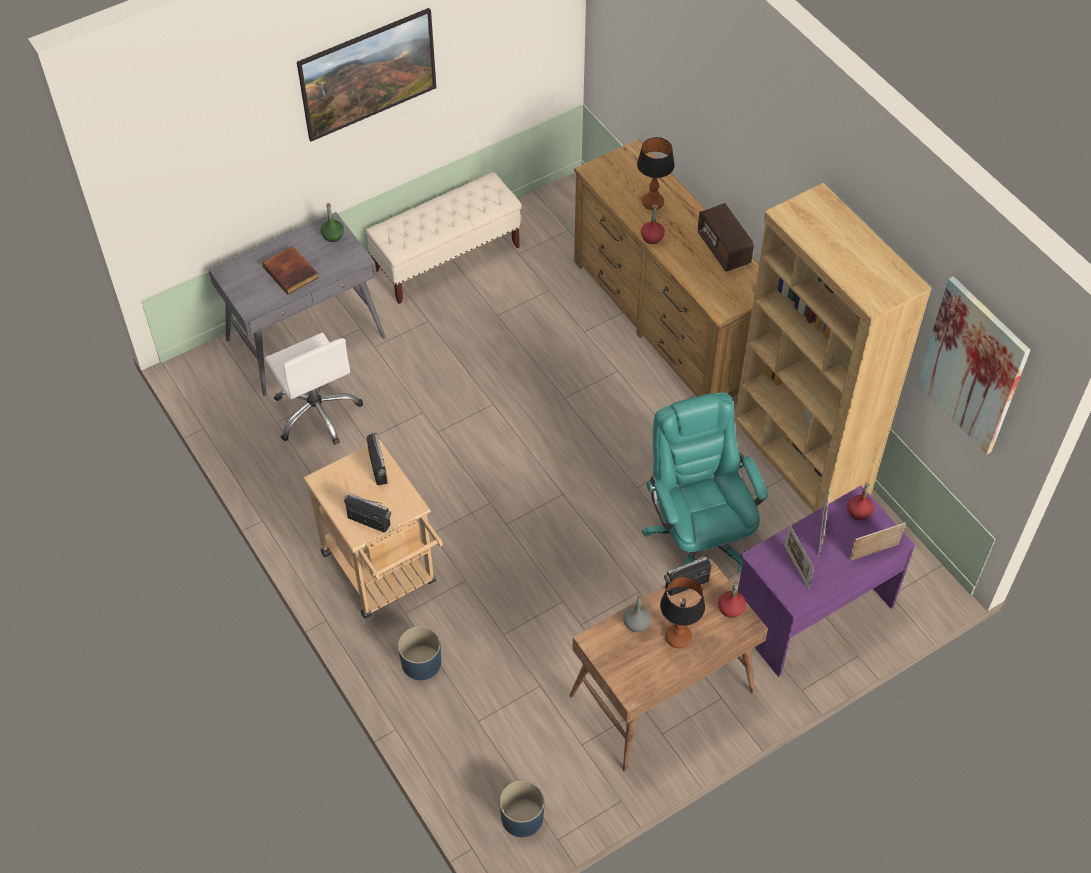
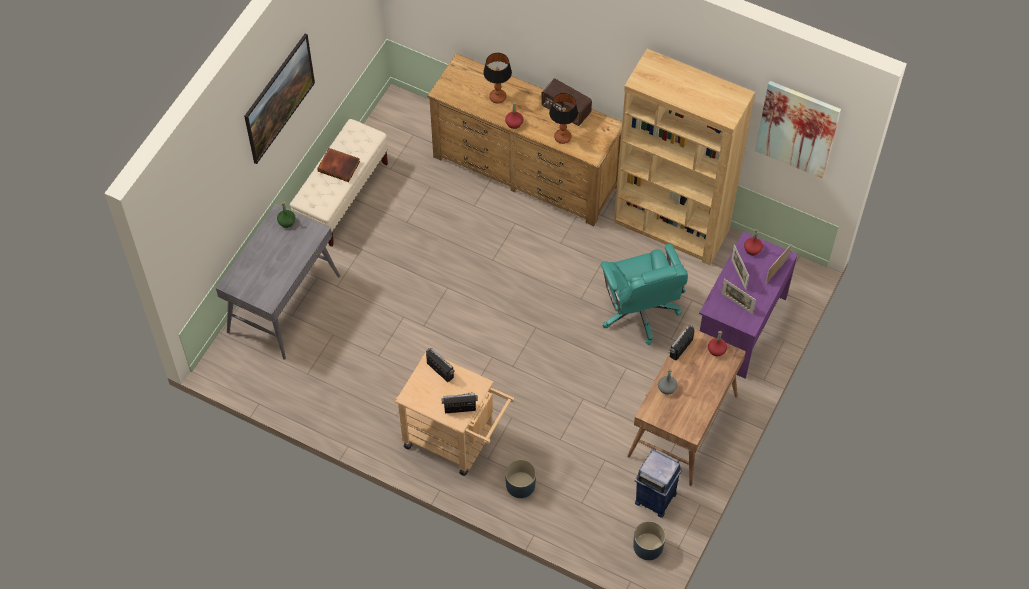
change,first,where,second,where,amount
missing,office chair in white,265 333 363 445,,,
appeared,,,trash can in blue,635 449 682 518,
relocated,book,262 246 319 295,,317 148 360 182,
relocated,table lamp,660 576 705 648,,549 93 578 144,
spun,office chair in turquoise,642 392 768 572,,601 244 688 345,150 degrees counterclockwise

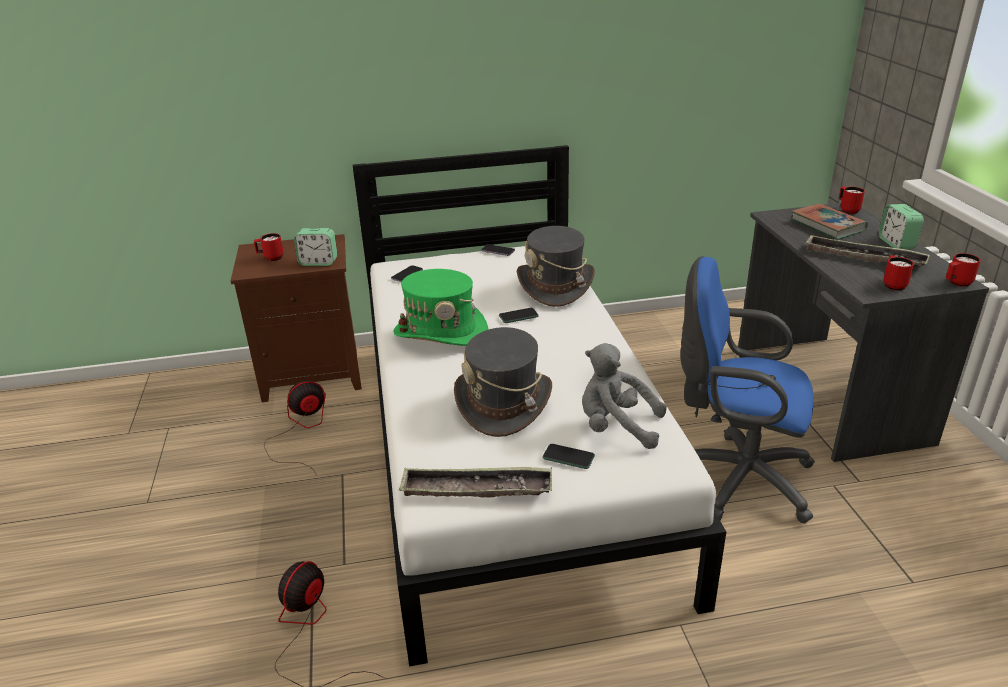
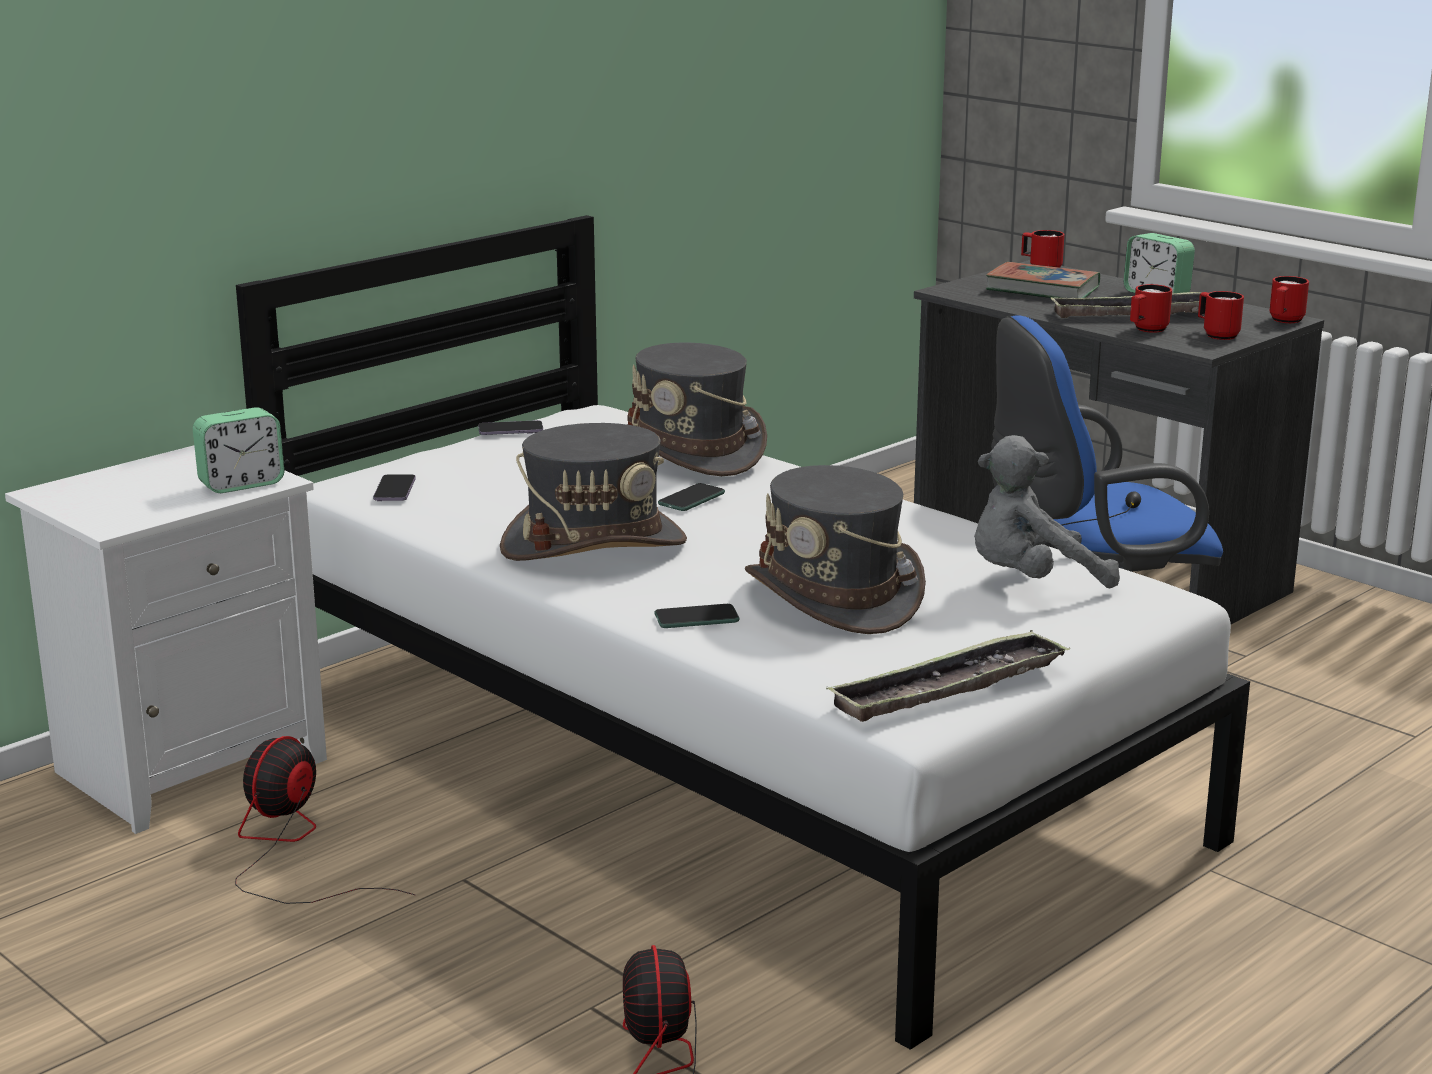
change,first,where,second,where,amount
relocated,mug in red,254 233 284 261,,1130 284 1172 333,
relocated,phone,543 444 595 469,,654 604 740 628,
colour,nightstand in brown,230 234 362 402,nightstand in white,5 445 327 834,
colour,hat in green,393 269 488 346,hat in grey,500 423 687 561,

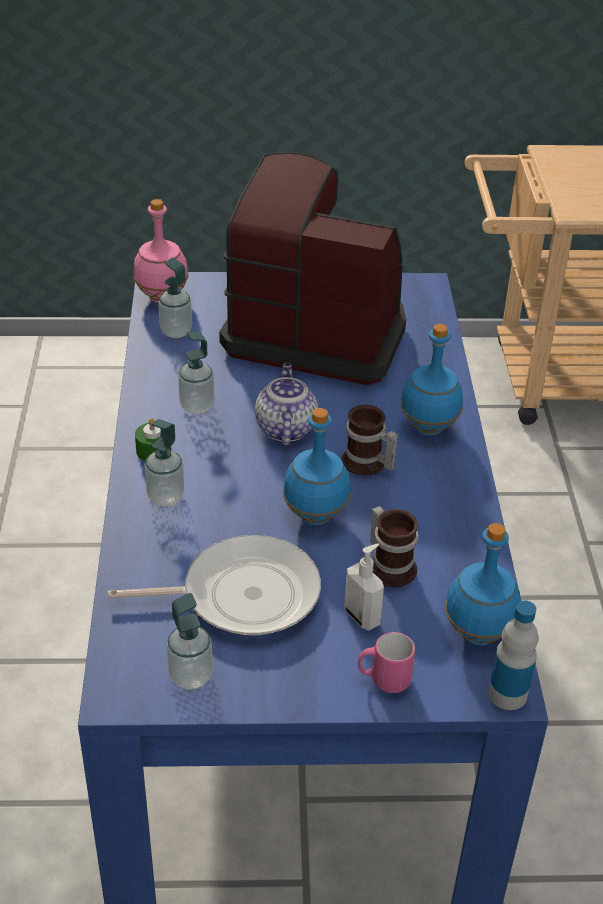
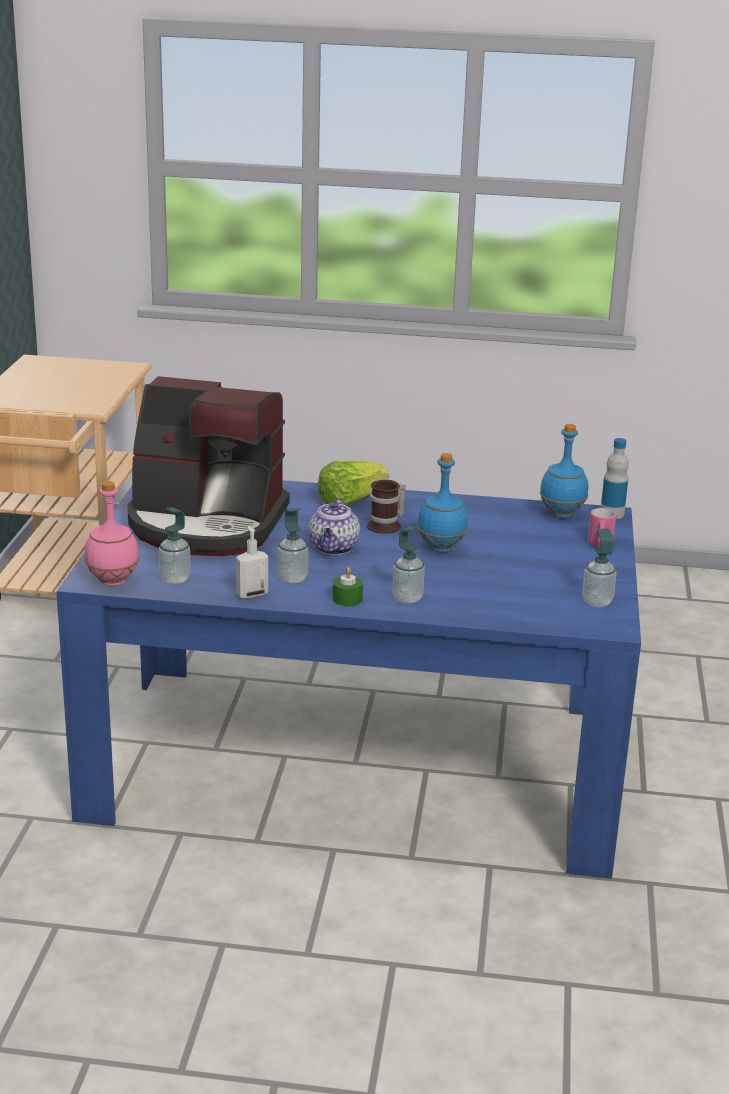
change,first,where,second,where,amount
missing,frying pan,108 535 321 635,,,
missing,mug,370 506 419 587,,,
relocated,soap dispenser,344 544 384 631,,236 526 268 599,
exchanged,bottle in blue,400 324 463 436,lettuce,318 460 389 506,
spun,coffee machine,219 152 406 385,,127 376 290 556,105 degrees counterclockwise
spun,teapot,255 363 318 445,,308 498 360 555,90 degrees counterclockwise

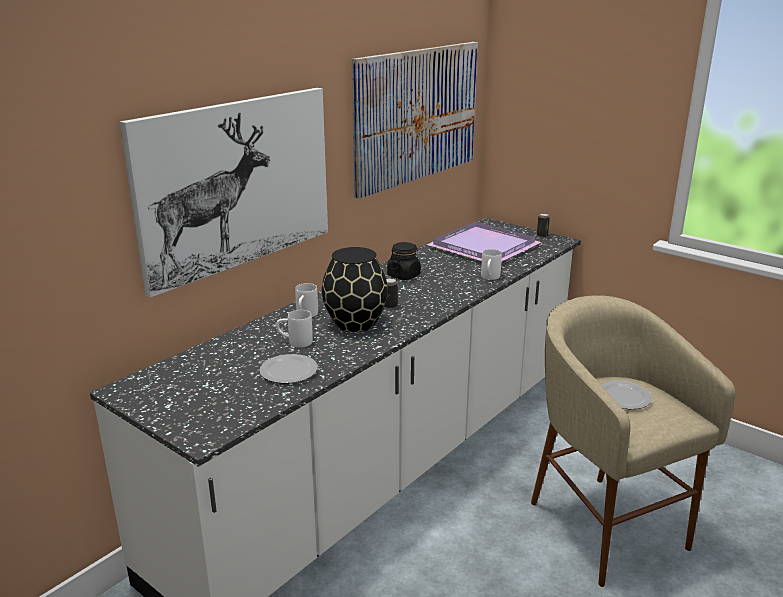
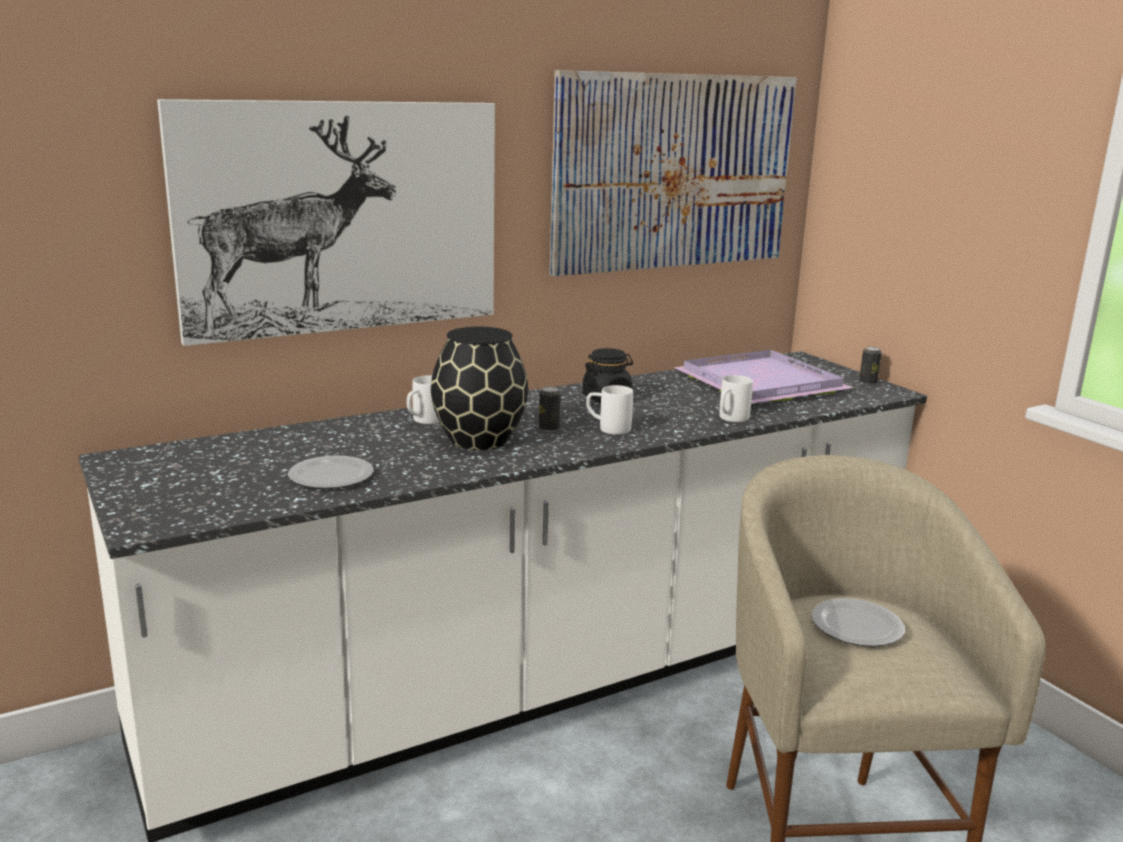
change,first,where,second,where,amount
relocated,mug in white,276 310 313 348,,586 385 633 435,

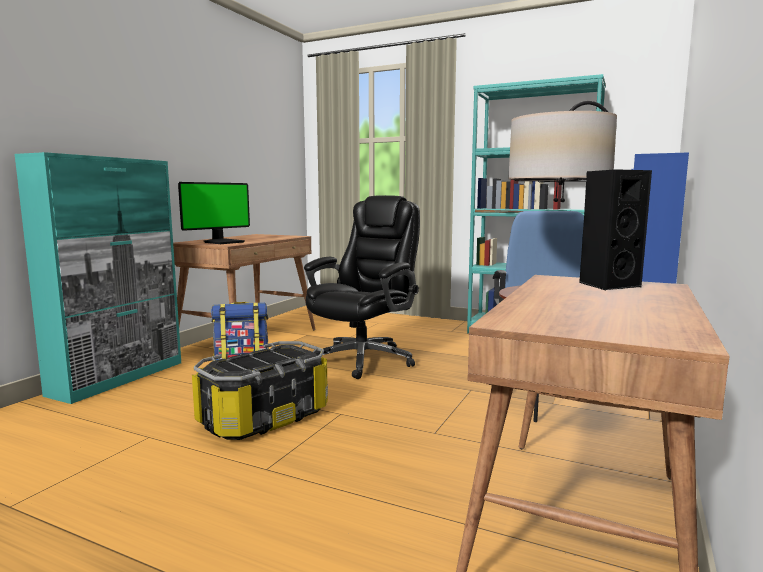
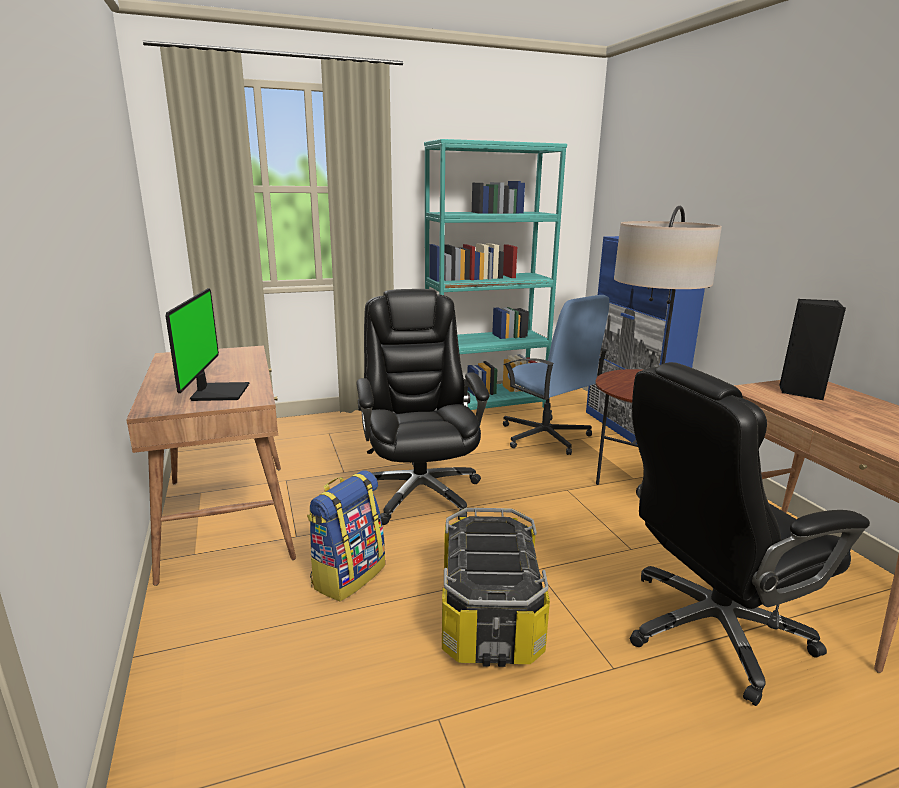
change,first,where,second,where,amount
missing,cabinet in turquoise,14 152 181 404,,,
appeared,,,office chair in black,630 362 870 706,

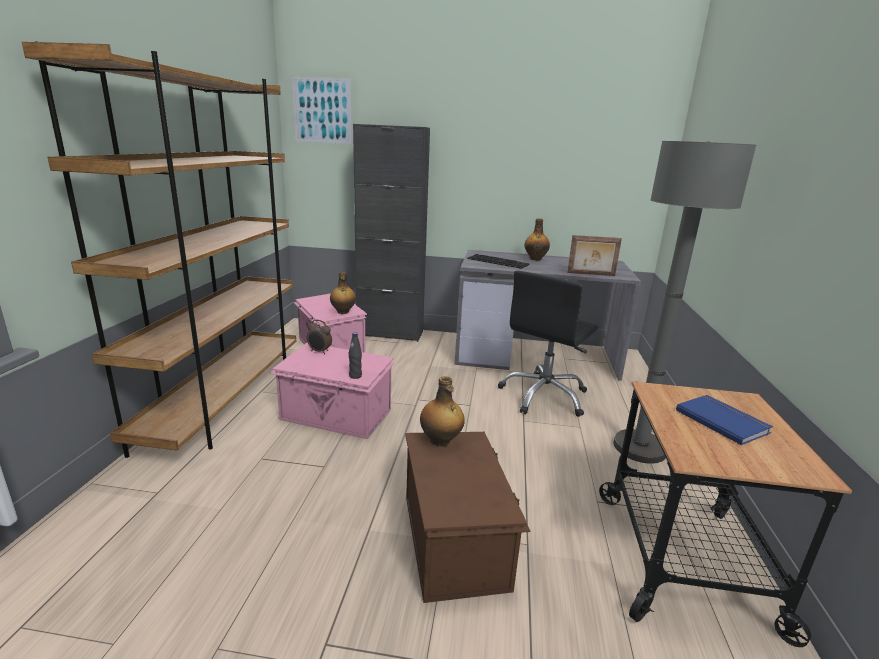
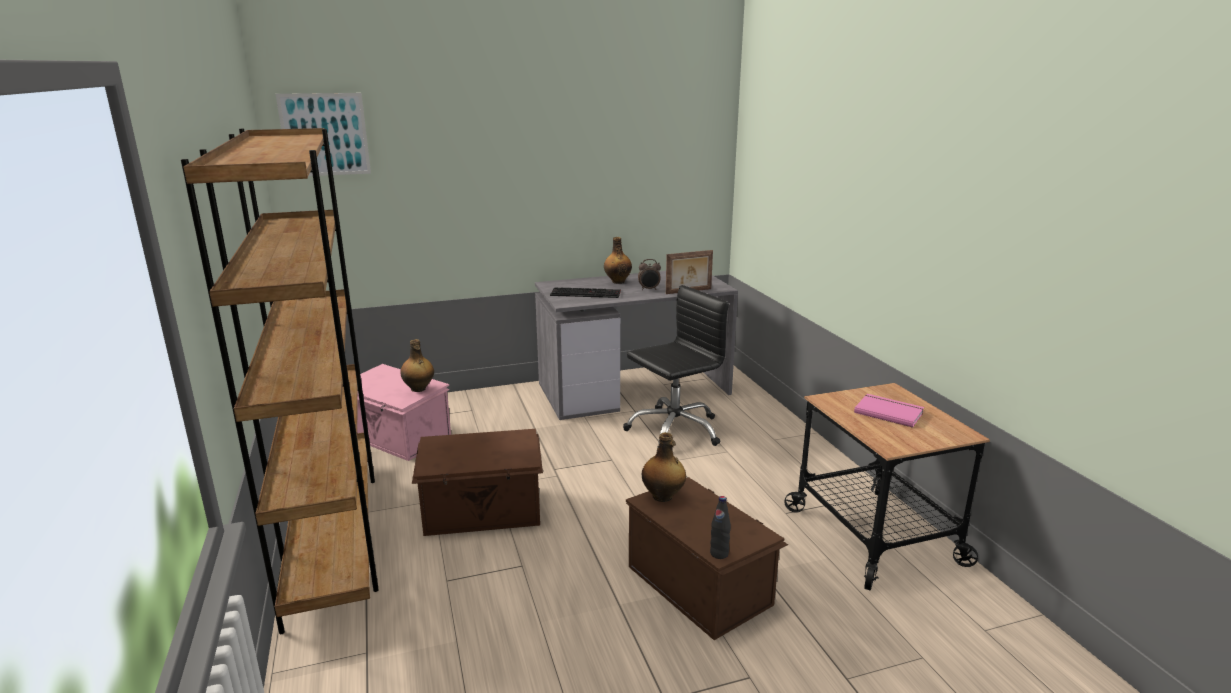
change,first,where,second,where,amount
missing,cabinet in black,353 124 430 342,,,
missing,floor lamp in grey,613 141 756 464,,,
relocated,alarm clock,307 319 332 354,,638 259 661 290,
relocated,bottle in black,348 333 362 379,,710 496 731 559,
colour,storage box in pink,270 343 395 439,storage box in brown,412 429 543 536,
colour,book in blue,676 395 773 445,book in pink,854 394 924 428,
spun,office chair in black,498 271 598 417,,623 285 729 449,135 degrees counterclockwise

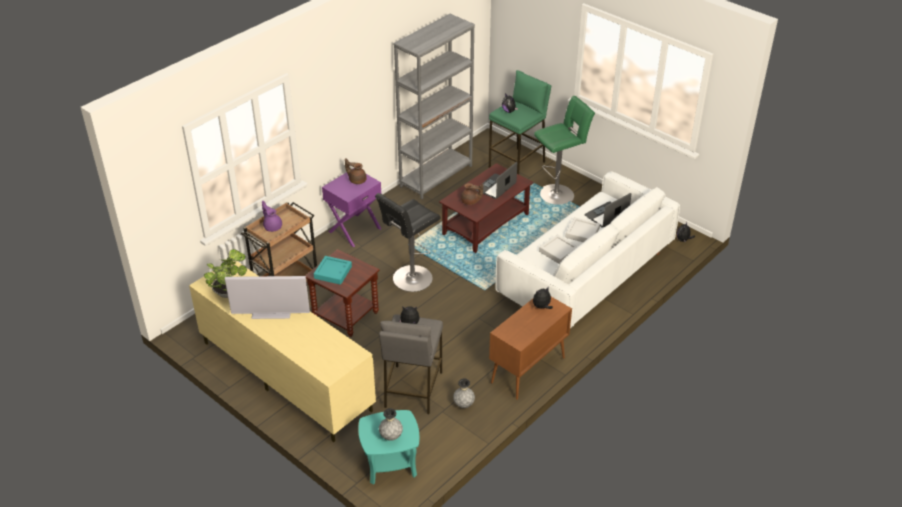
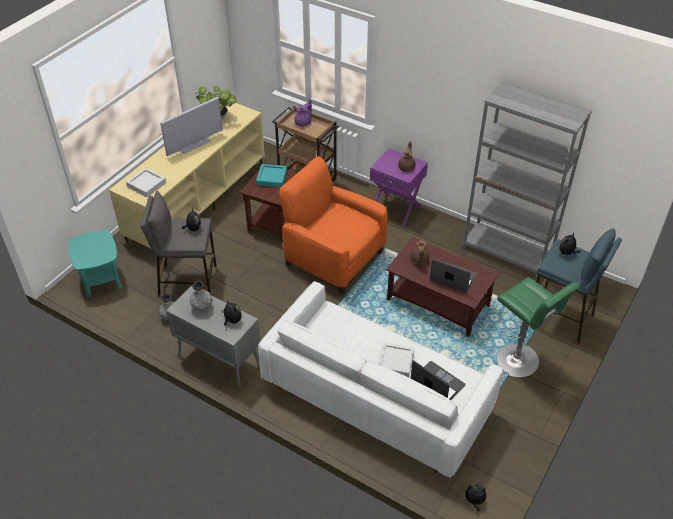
change,first,where,second,where,amount
relocated,vase in grey,379 408 403 441,,190 281 213 311,
relocated,tray in grey,539 235 578 264,,126 168 166 197,
exchanged,stool in black,375 193 441 292,armchair in orange,279 156 388 294,
colour,stool in green,489 70 551 174,stool in blue,536 229 622 343,
colour,cabinet in brown,489 297 572 400,cabinet in grey,166 286 260 389,
spun,television,225 276 310 319,,160 97 223 157,120 degrees counterclockwise

